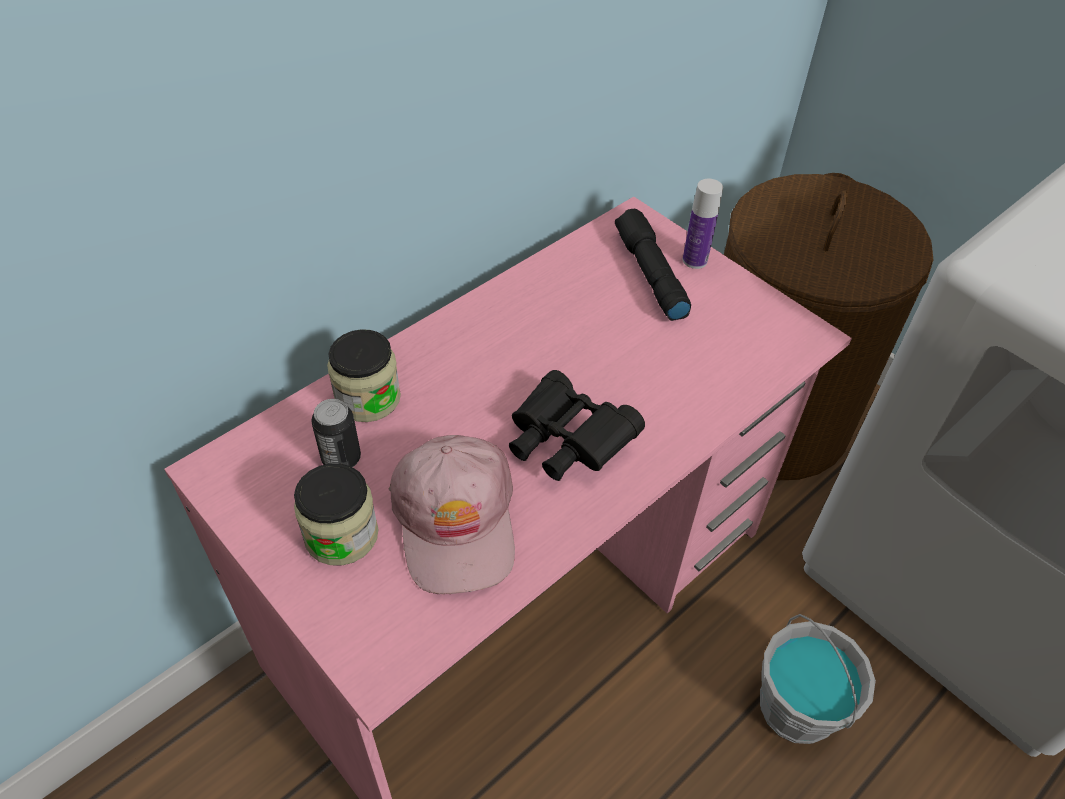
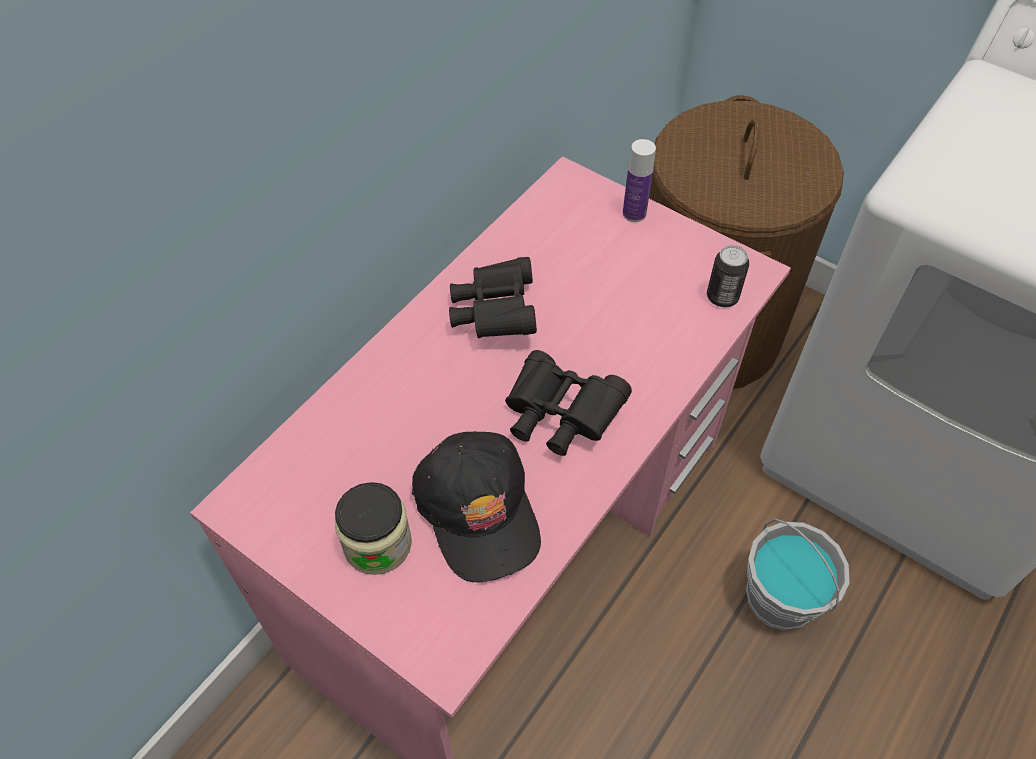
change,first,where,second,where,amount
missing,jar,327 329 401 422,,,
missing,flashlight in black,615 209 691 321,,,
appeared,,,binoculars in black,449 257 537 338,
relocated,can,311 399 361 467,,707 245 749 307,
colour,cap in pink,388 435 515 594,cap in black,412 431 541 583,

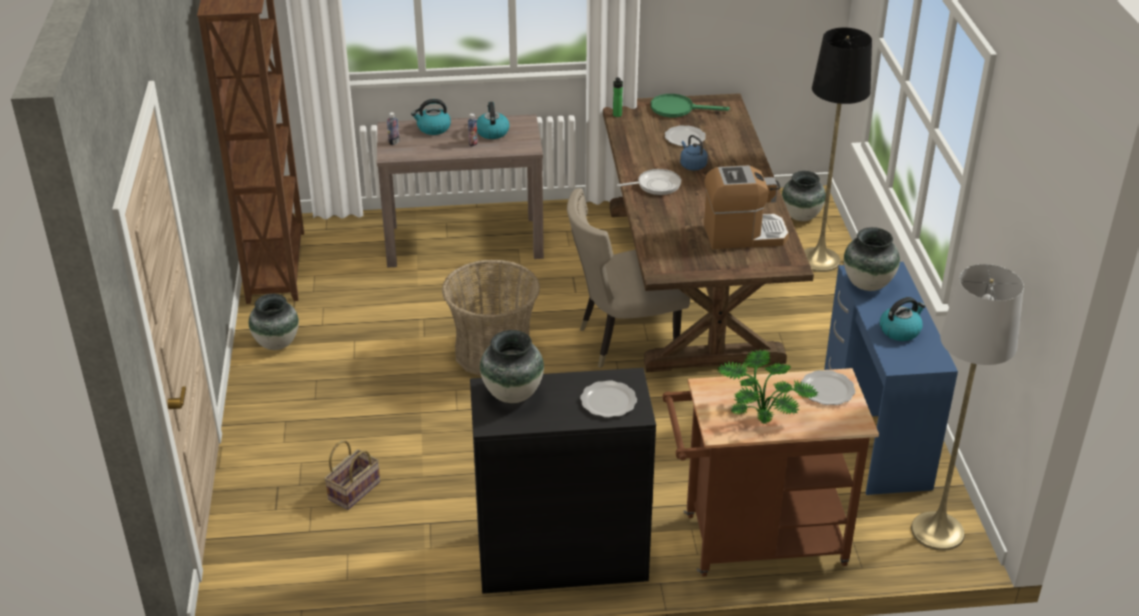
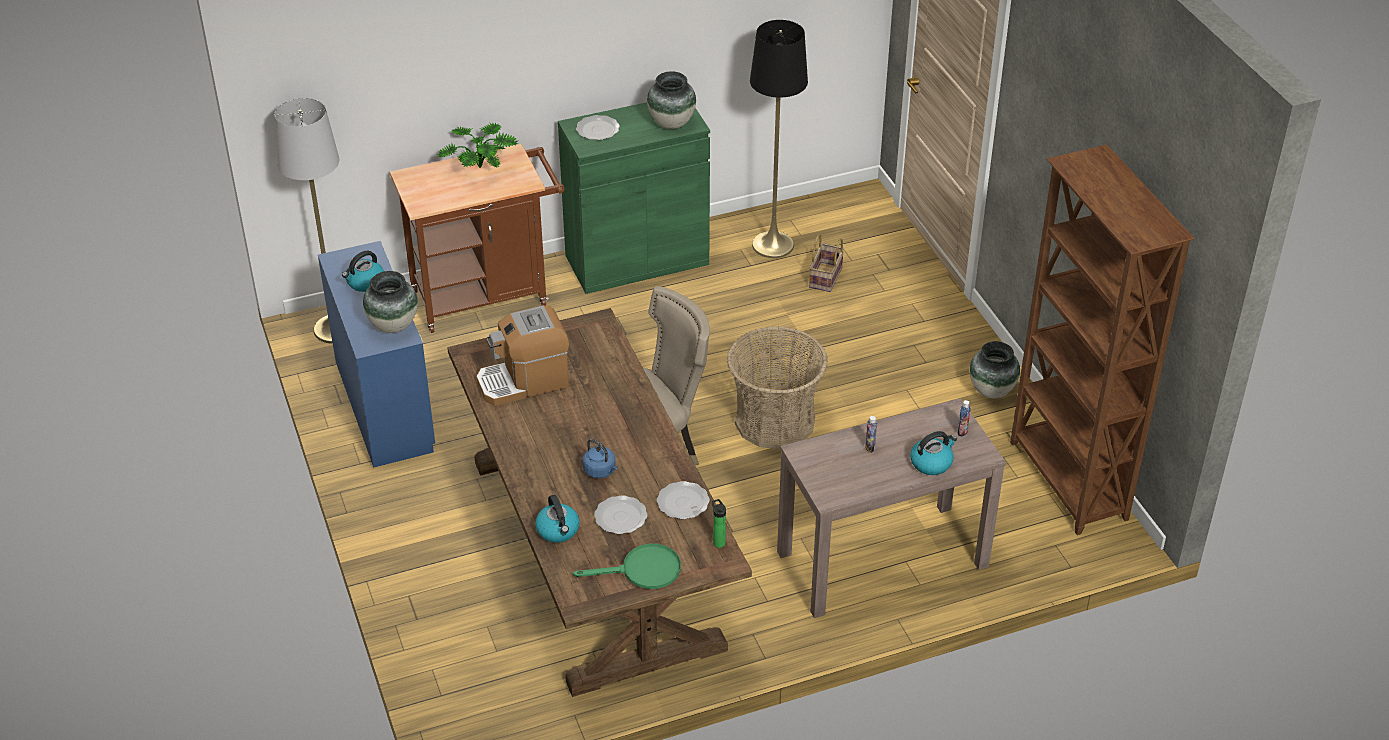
change,first,where,second,where,amount
missing,frying pan,617 169 681 195,,,
missing,vase,782 171 826 221,,,
relocated,kettle,477 102 509 139,,535 495 580 543,
relocated,plate,800 370 855 405,,657 481 710 519,
relocated,floor lamp in black,804 28 872 272,,750 20 808 258,
colour,cabinet in black,470 368 656 594,cabinet in green,558 102 710 294,

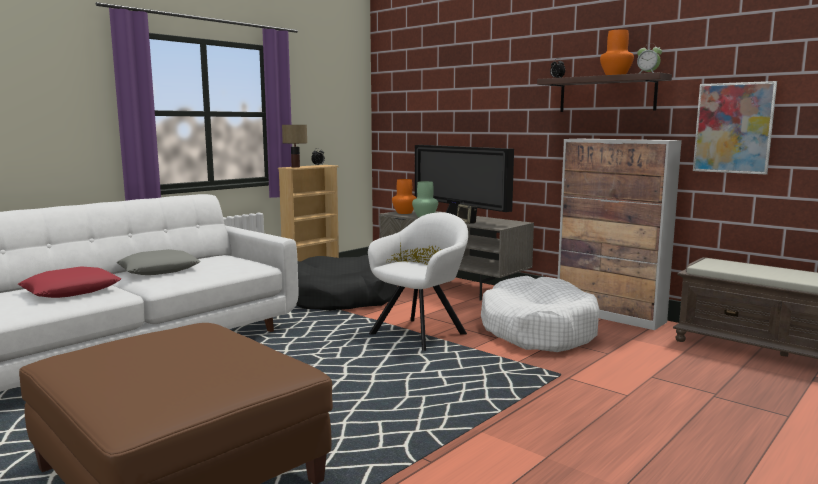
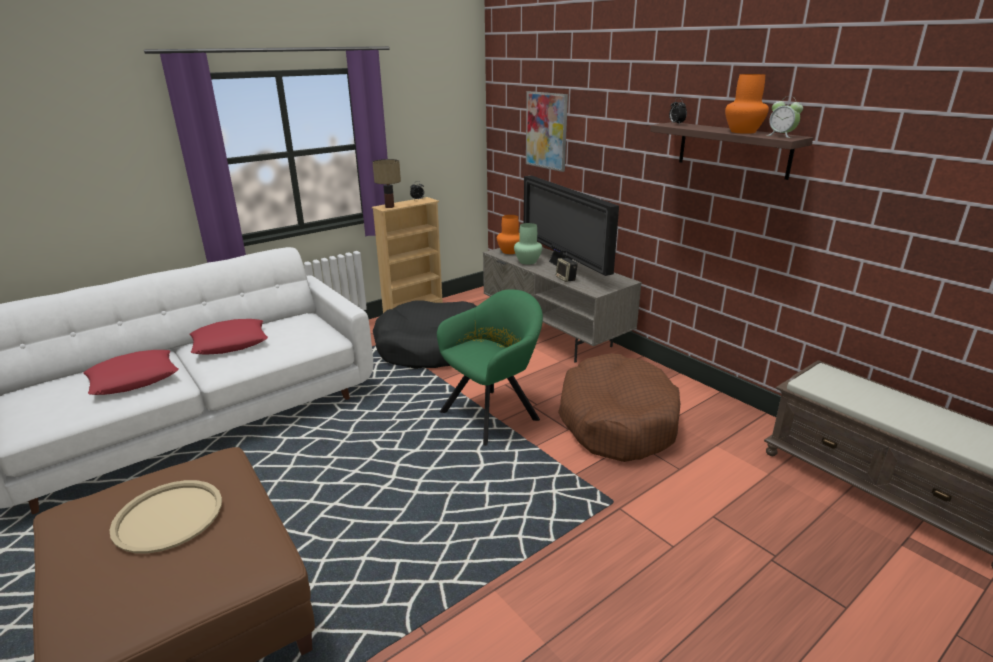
change,first,where,second,where,amount
missing,cabinet,558 139 682 330,,,
appeared,,,tray in beige,109 480 222 553,
relocated,picture,693 81 777 175,,526 91 568 172,
colour,pillow in grey,116 249 201 275,pillow in red,189 319 268 355,
colour,armchair in white,368 212 468 351,armchair in green,437 289 543 446,
colour,dog bed in white,481 276 600 352,dog bed in brown,558 353 680 462,

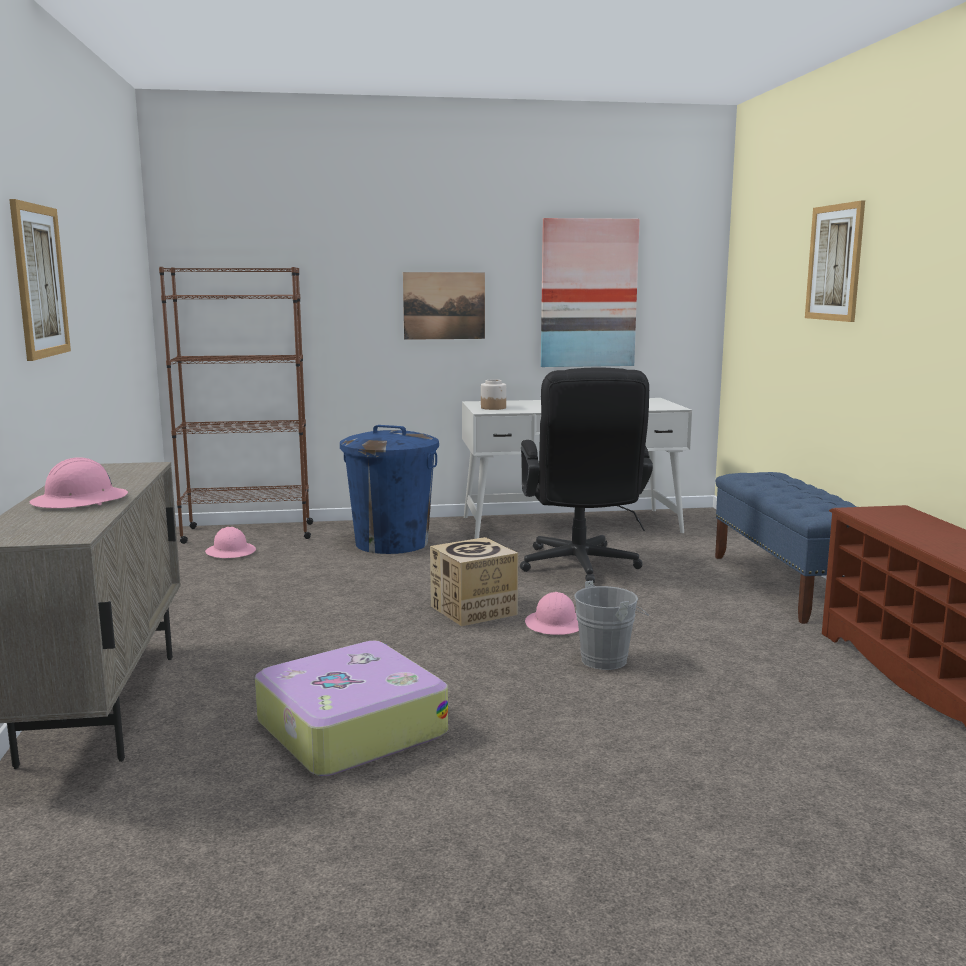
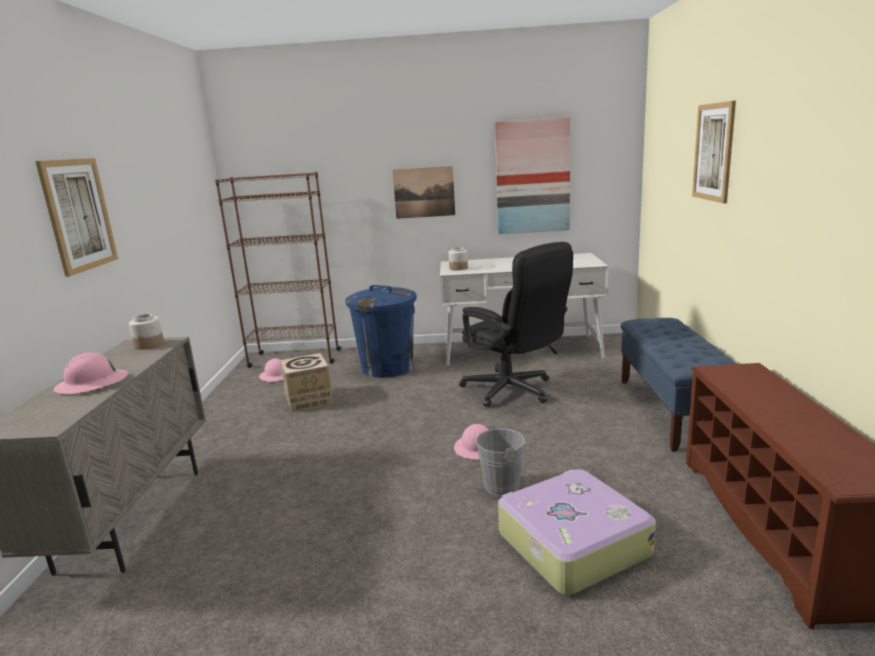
change,first,where,second,where,amount
appeared,,,jar,129 314 164 350,
relocated,suitcase,255 641 448 776,,498 469 656 595,
relocated,cardboard box,430 537 518 626,,280 353 333 412,
spun,office chair in black,520 368 653 584,,459 242 573 407,45 degrees counterclockwise

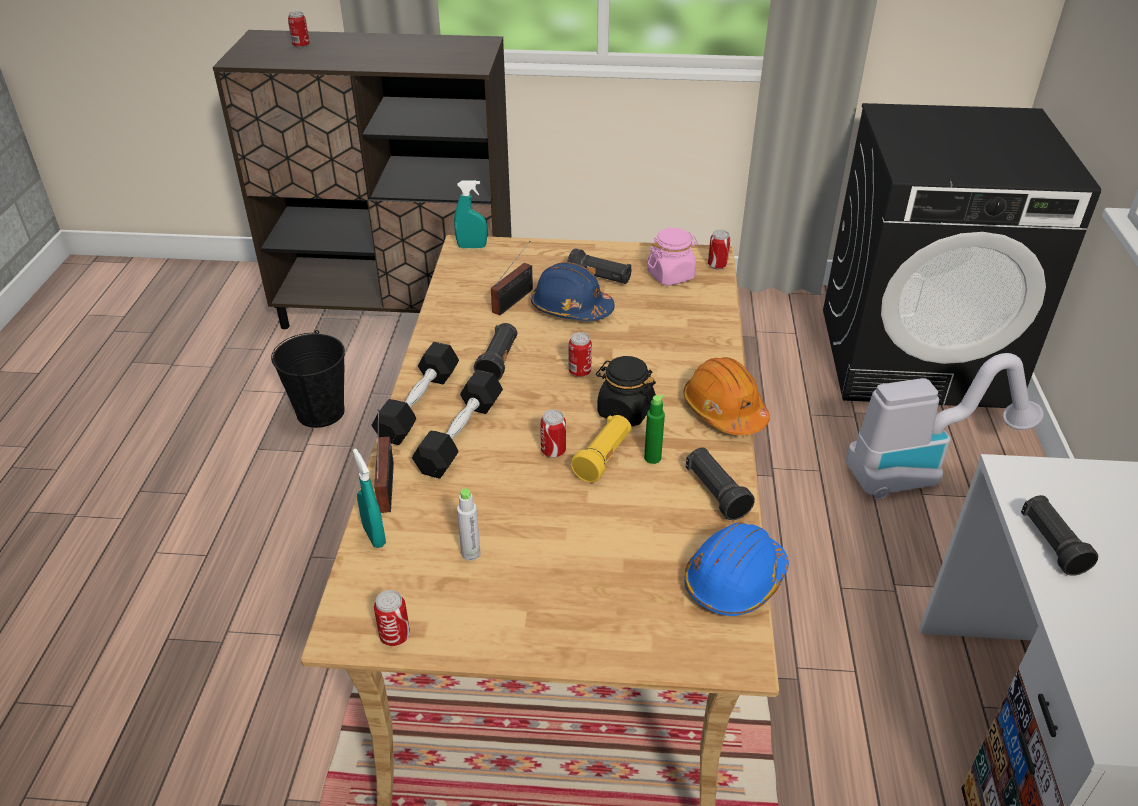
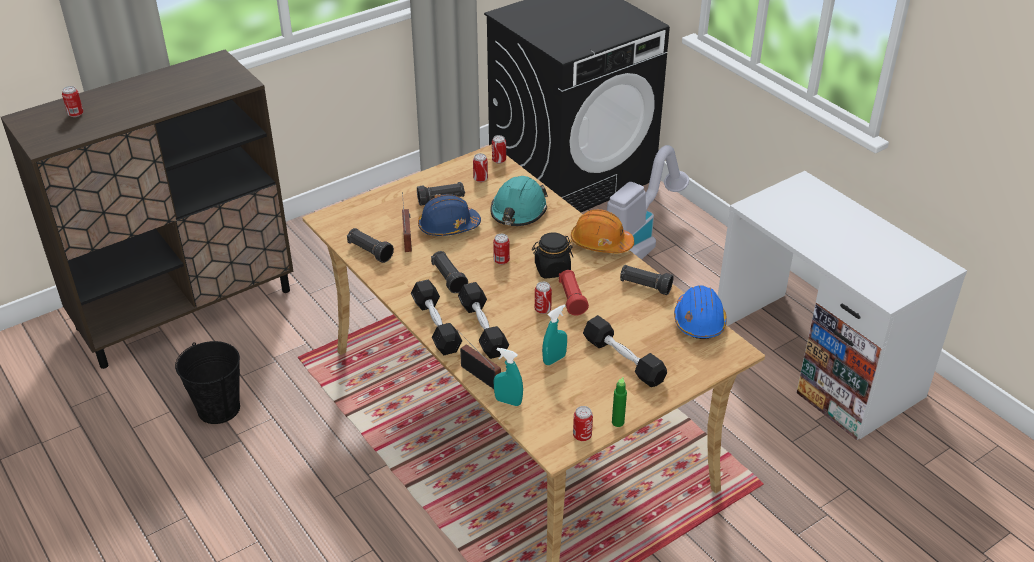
change,first,where,second,where,amount
missing,bottle in grey,457 489 480 561,,,
appeared,,,hard hat in turquoise,490 176 548 226,
appeared,,,dumbbell in black,583 315 667 387,
relocated,spray bottle in turquoise,454 180 487 248,,542 305 567 365,
relocated,bottle in green,644 395 665 464,,612 377 627 427,
relocated,flashlight in black,1021 495 1098 576,,347 228 394 263,
exchanged,jar in pink,647 228 698 286,can,473 153 488 182,
colour,flashlight in yellow,571 415 631 482,flashlight in red,559 270 589 315,

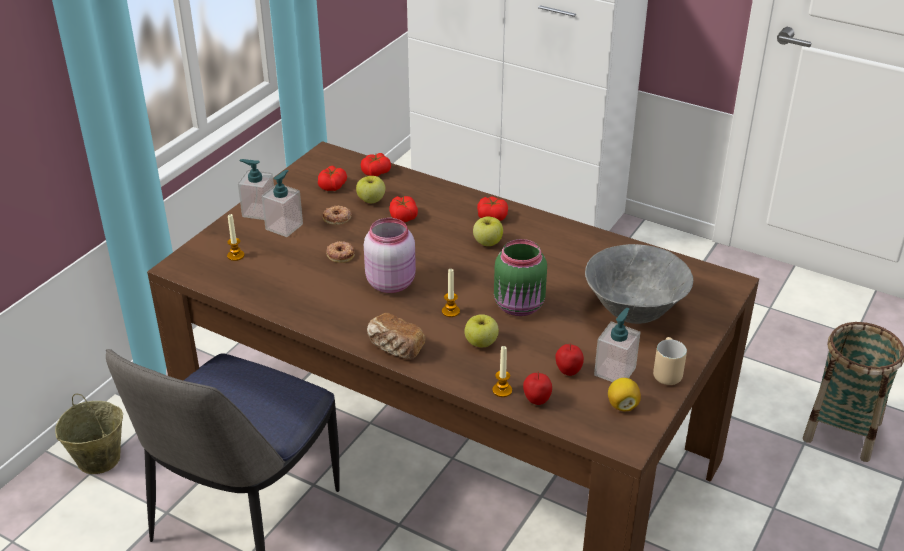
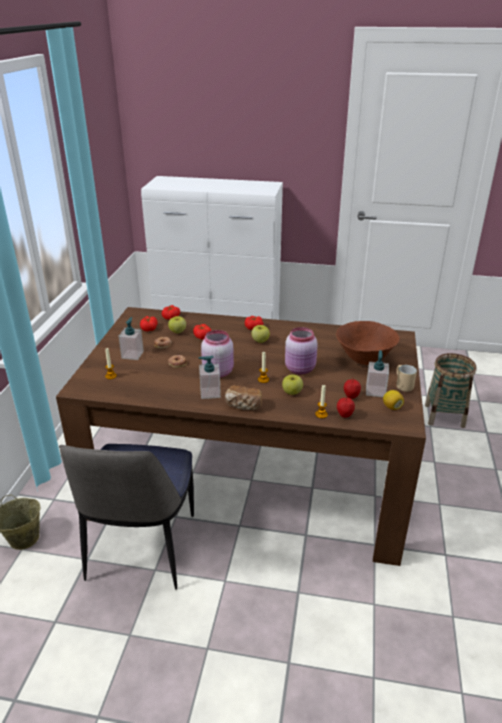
change,first,where,second,where,amount
relocated,soap dispenser,238 159 274 220,,198 356 221 399,
colour,jar in green,494 239 547 316,jar in pink,285 327 318 374,
colour,bowl in grey,585 244 693 324,bowl in brown,336 321 400 365,

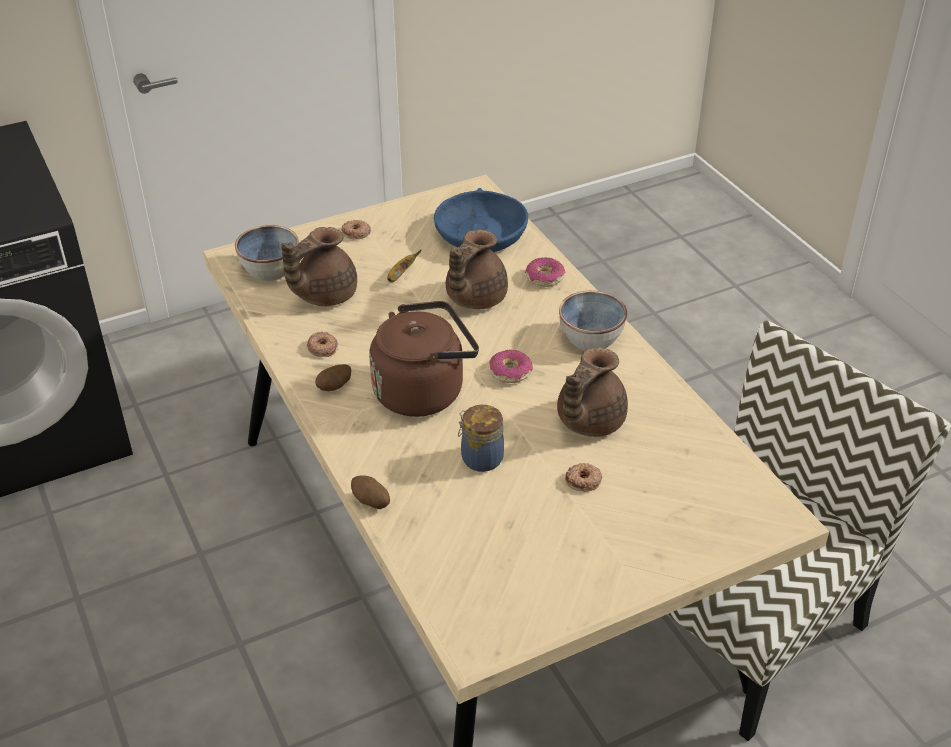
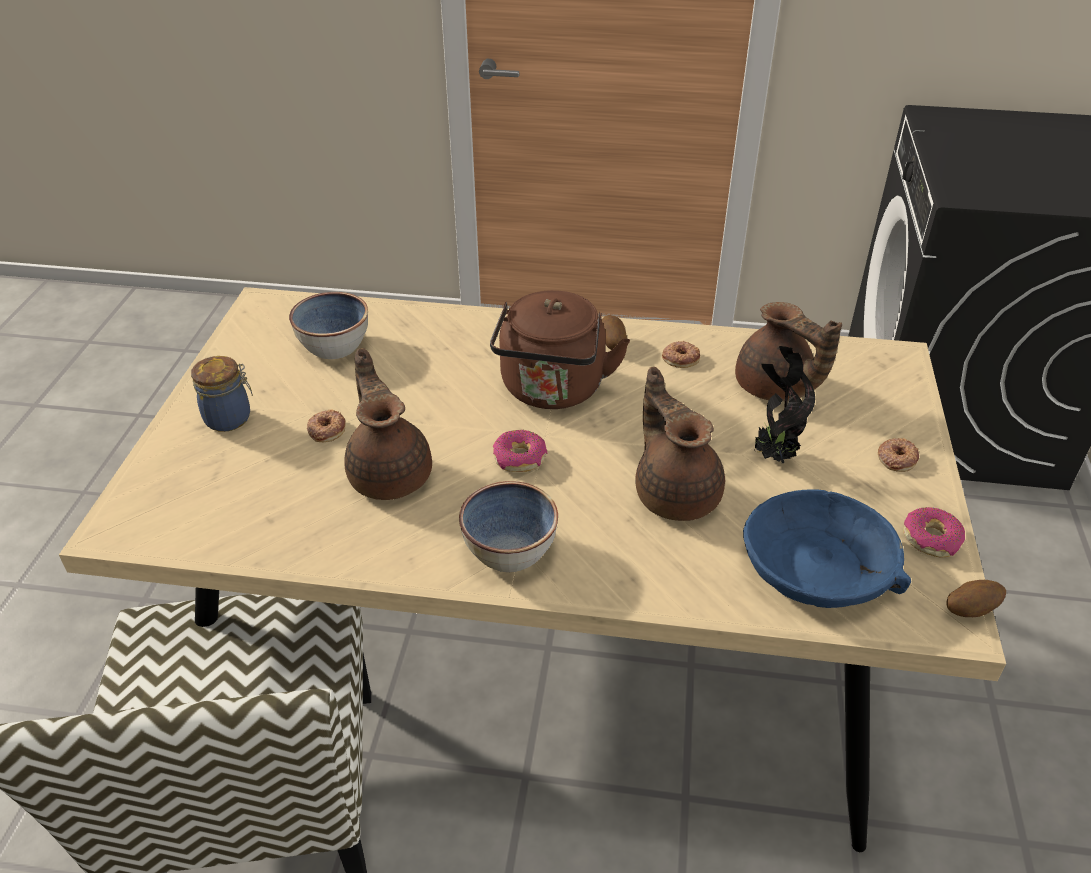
change,first,where,second,where,amount
relocated,bowl,235 225 299 281,,289 292 368 359,
relocated,potato,351 476 390 509,,947 580 1006 617,
relocated,jar,458 405 504 472,,191 356 253 432,
relocated,donut,525 257 565 287,,903 507 965 558,
exchanged,banana,387 250 421 282,potted plant,754 346 815 463,
spun,teapot in brown,281 227 357 306,,735 302 842 401,150 degrees clockwise

